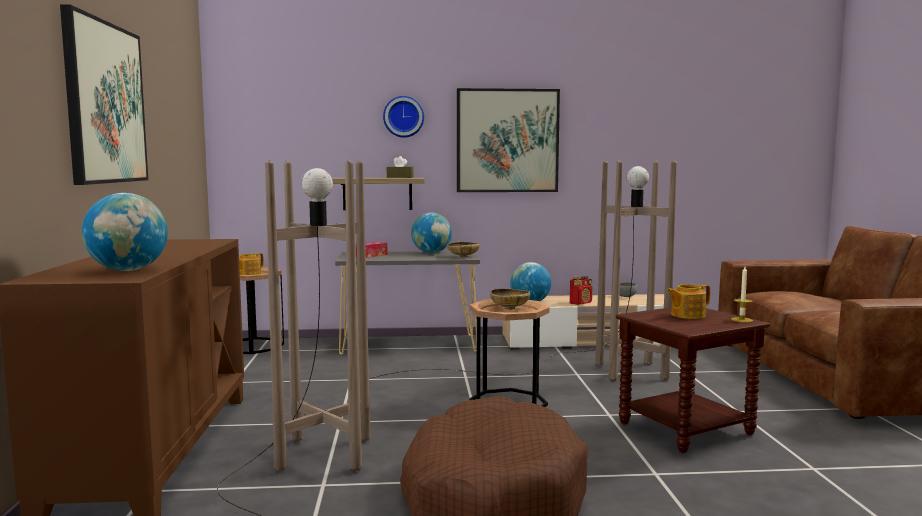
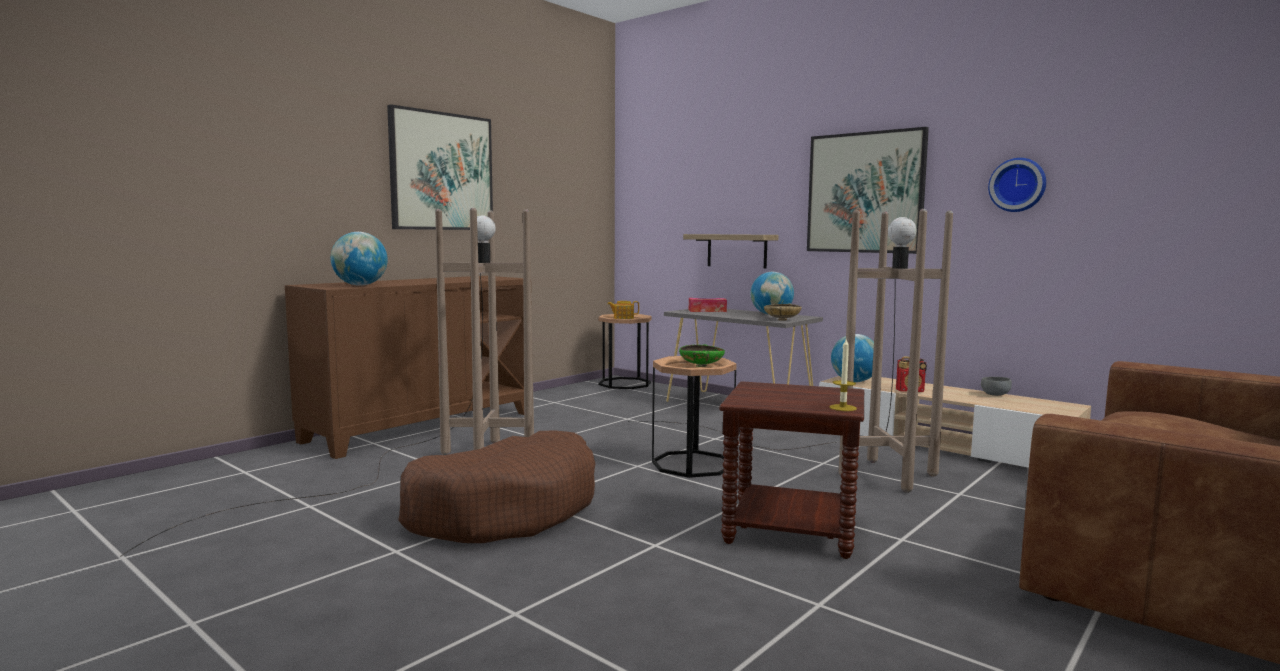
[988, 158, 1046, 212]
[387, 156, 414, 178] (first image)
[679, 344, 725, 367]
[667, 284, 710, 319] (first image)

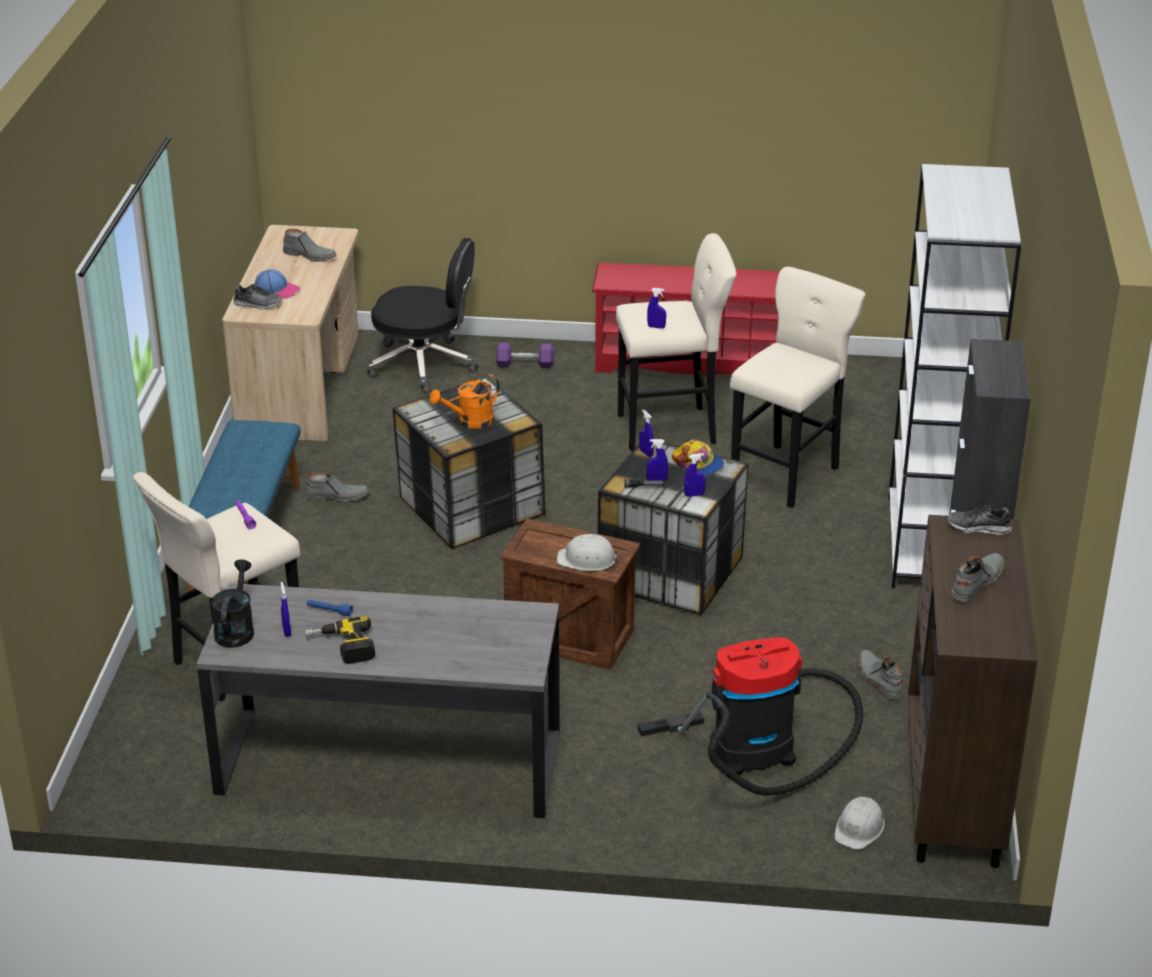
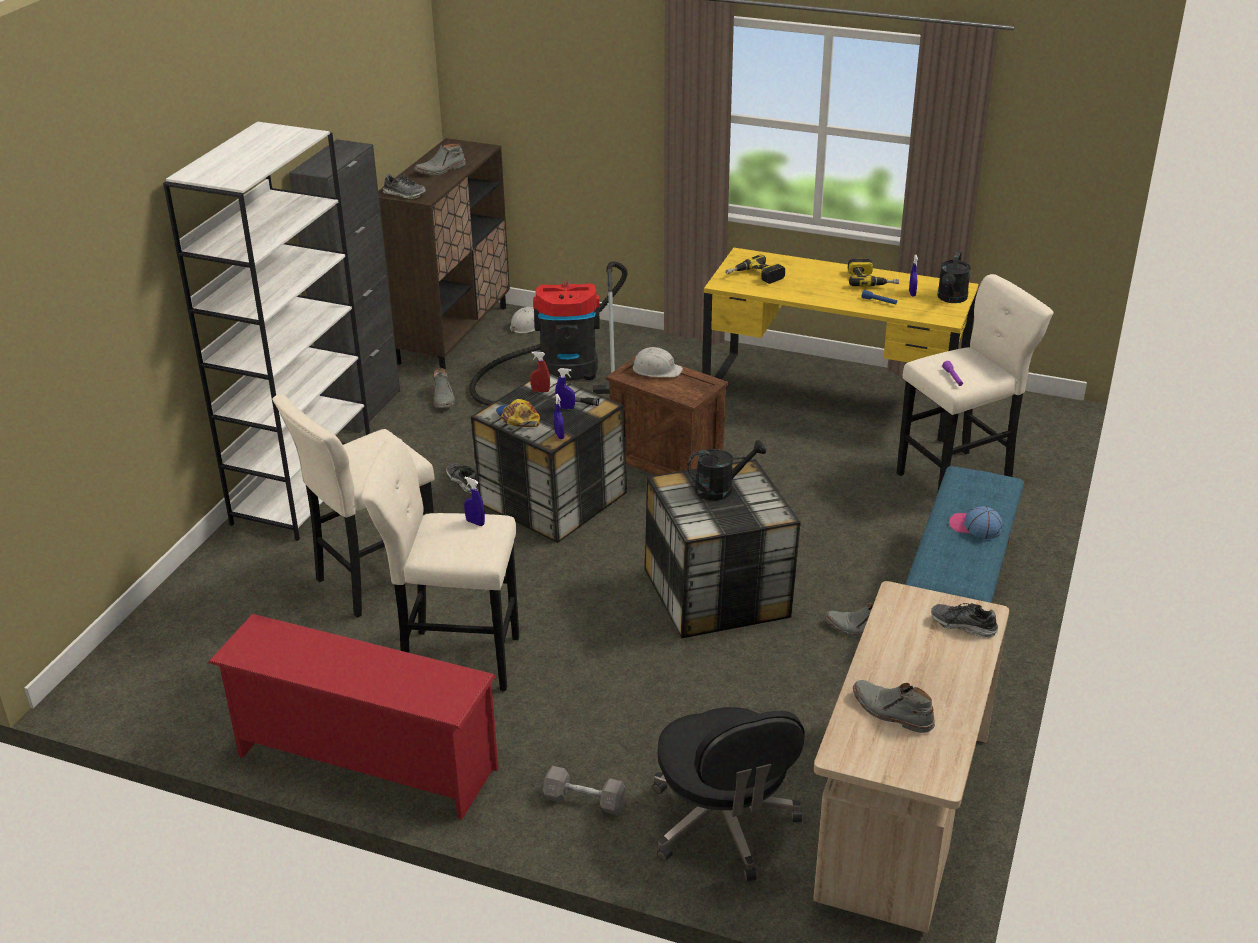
[702, 248, 978, 442]
[949, 506, 1003, 539]
[653, 707, 805, 882]
[687, 440, 766, 500]
[543, 766, 627, 815]
[530, 352, 550, 392]
[446, 463, 478, 493]
[725, 254, 785, 284]

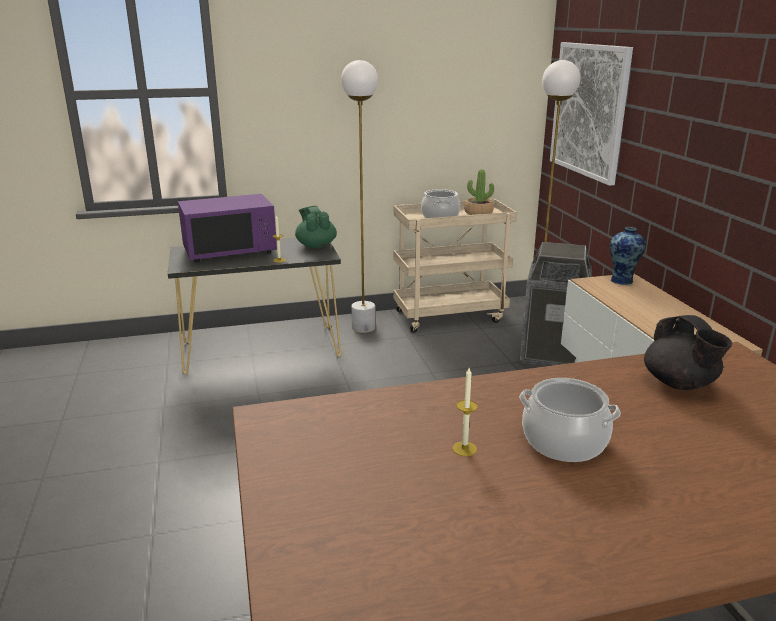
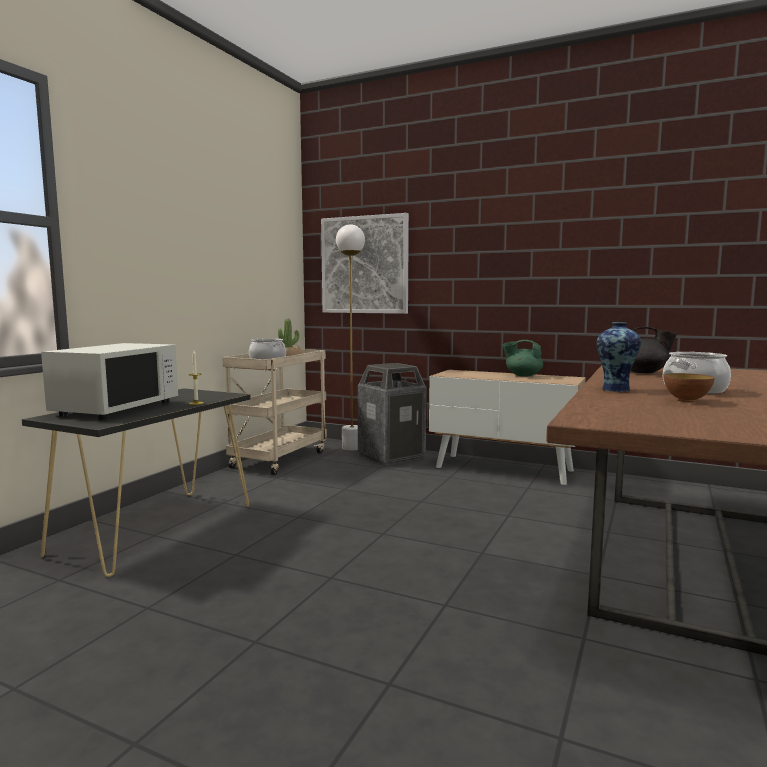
[41, 343, 178, 420]
[502, 340, 543, 377]
[341, 60, 378, 333] (first image)
[664, 373, 715, 402]
[596, 322, 641, 392]

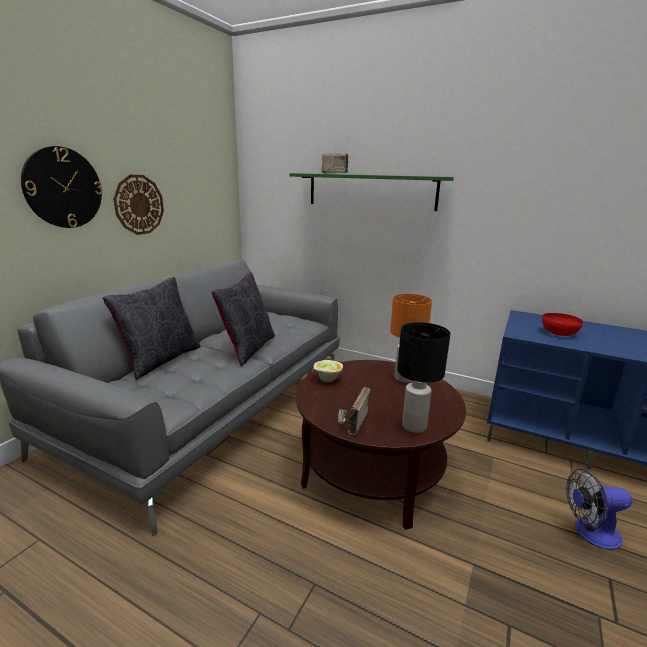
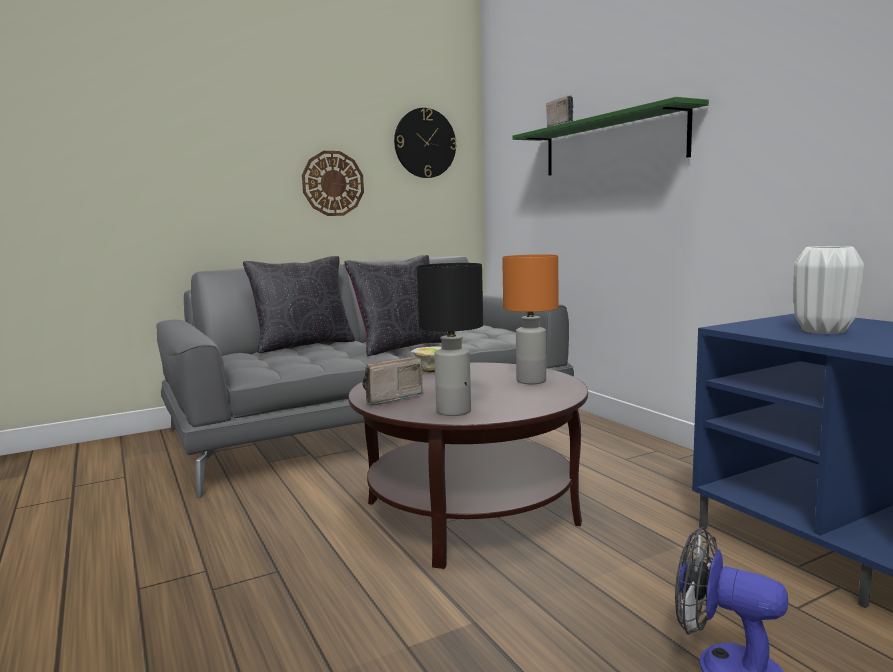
[394, 108, 457, 178]
[794, 246, 864, 334]

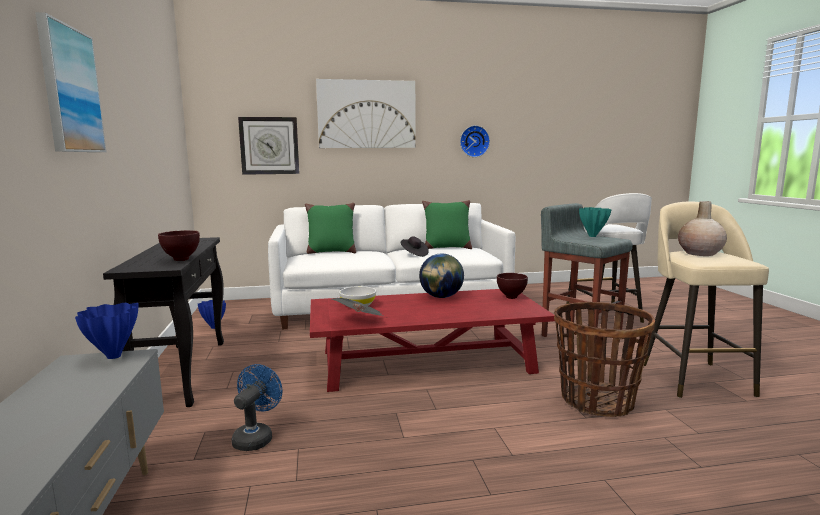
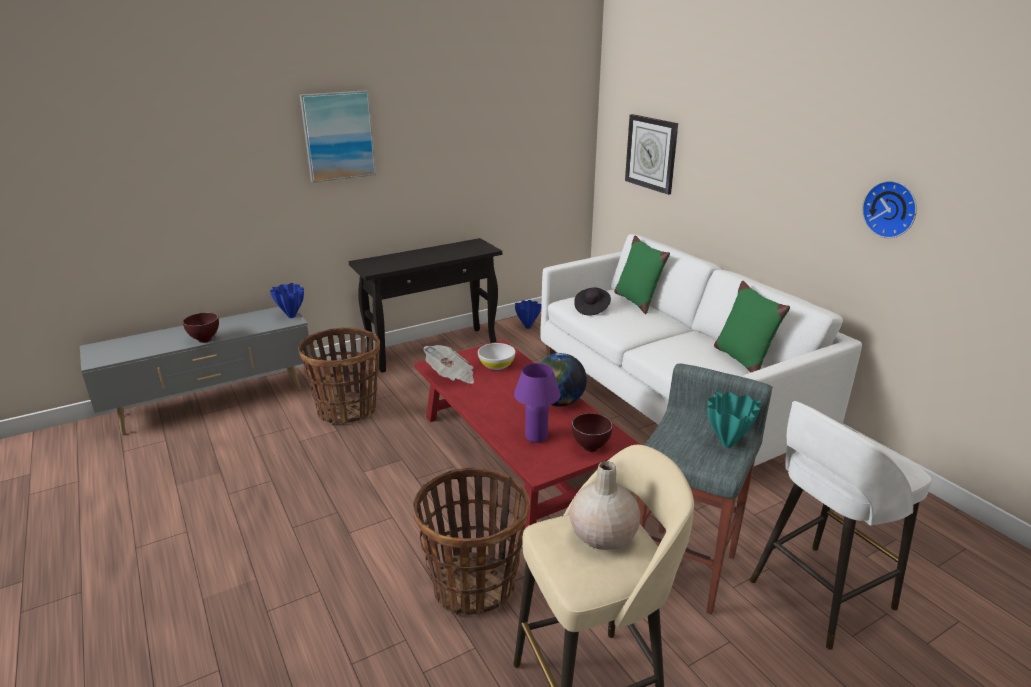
[183, 312, 219, 343]
[299, 328, 380, 424]
[316, 79, 416, 148] (first image)
[574, 288, 611, 316]
[514, 363, 561, 443]

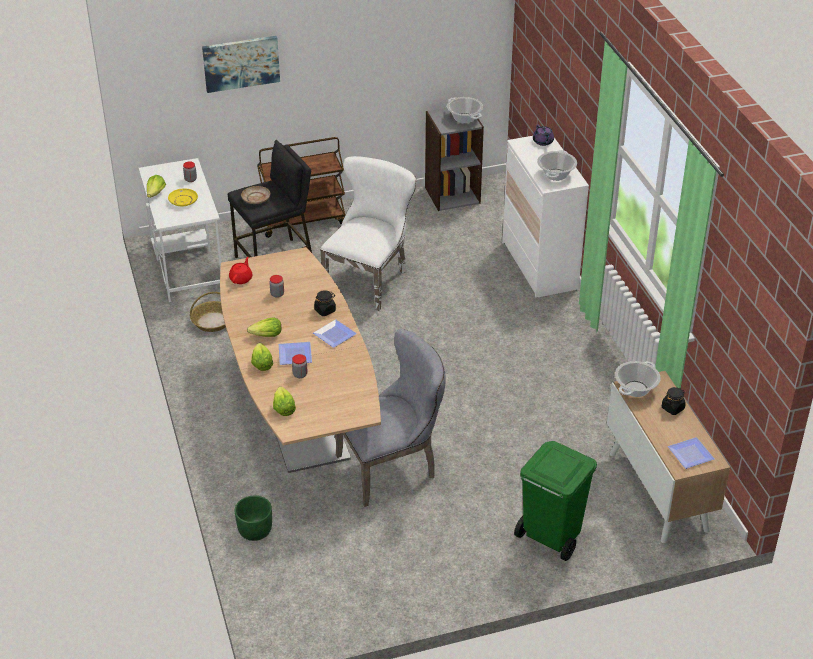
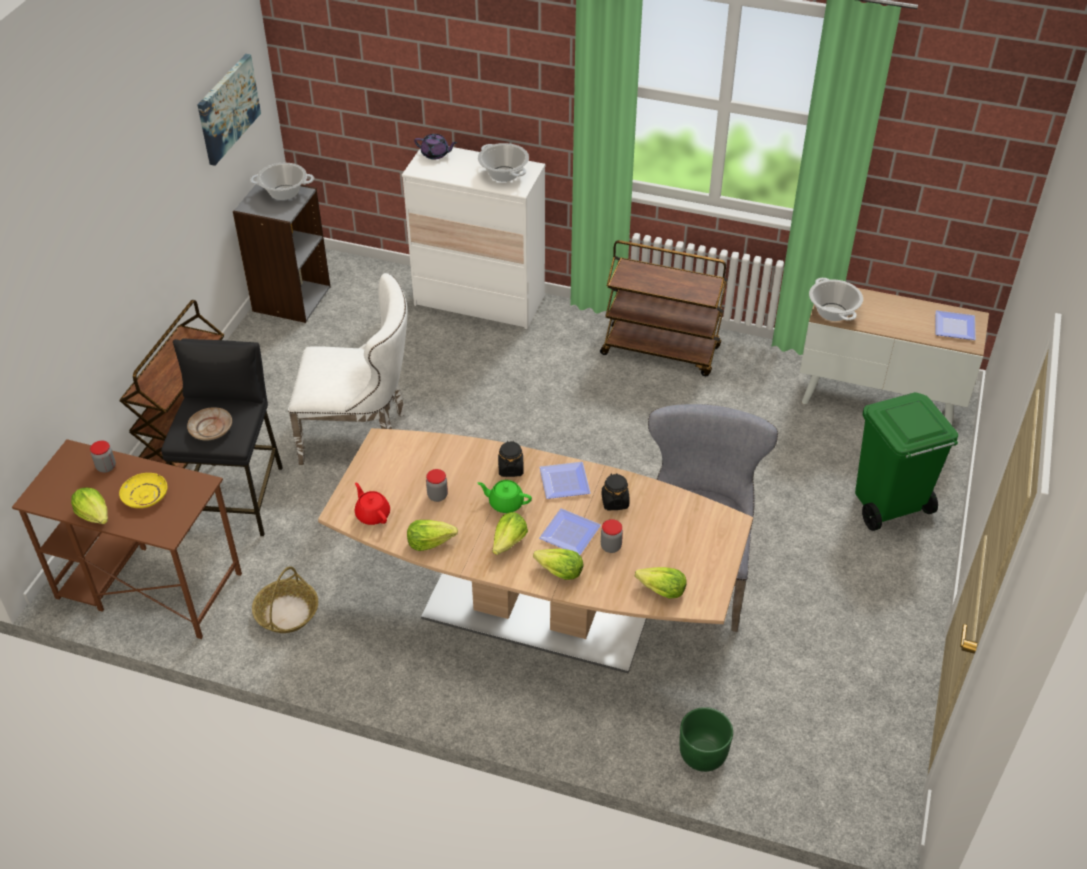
[12, 439, 242, 639]
[197, 54, 261, 166]
[288, 273, 407, 465]
[602, 473, 629, 510]
[407, 520, 458, 551]
[478, 480, 532, 513]
[600, 240, 728, 376]

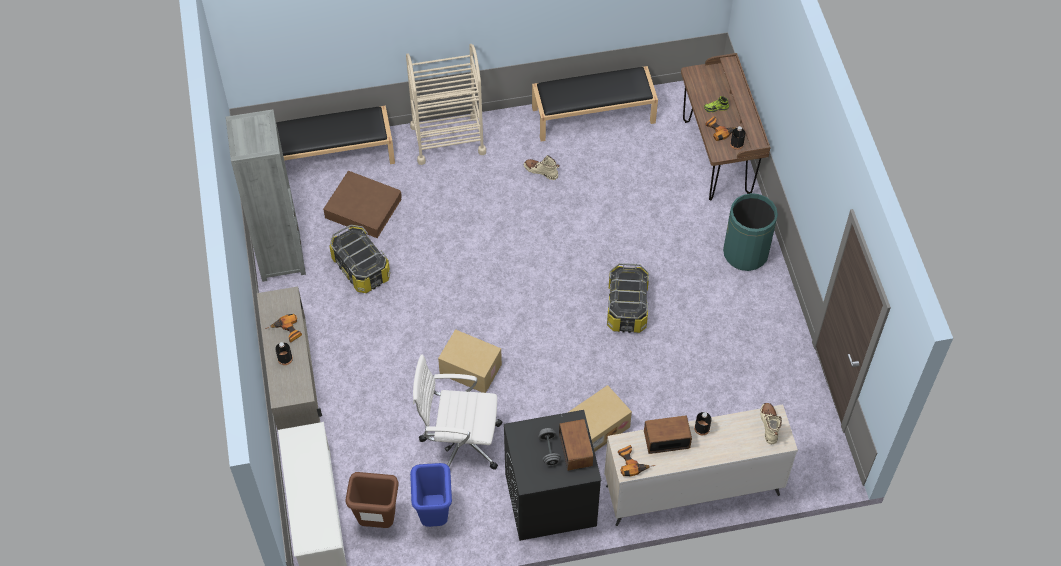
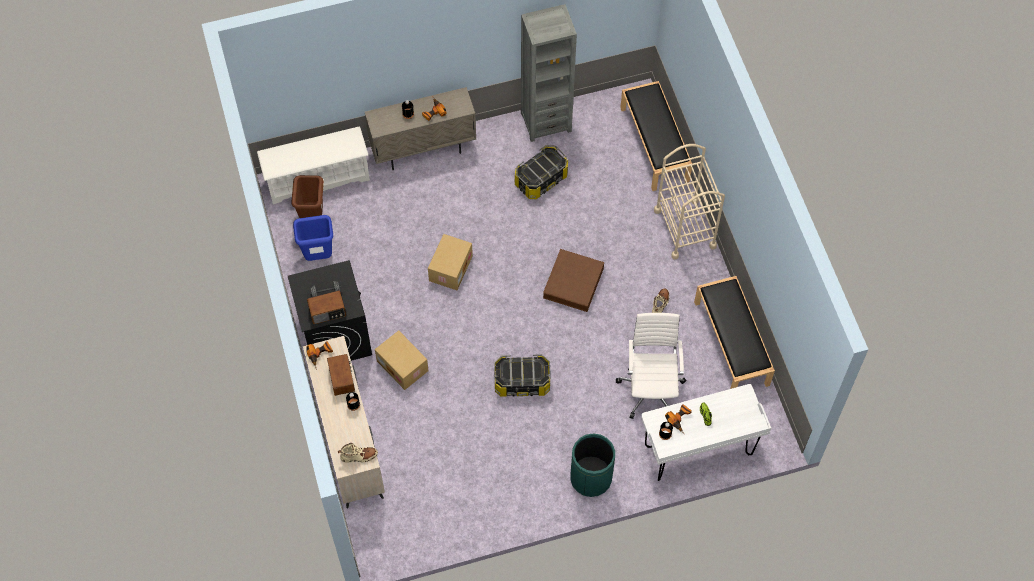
[543, 249, 604, 312]
[616, 313, 687, 419]
[641, 384, 771, 481]

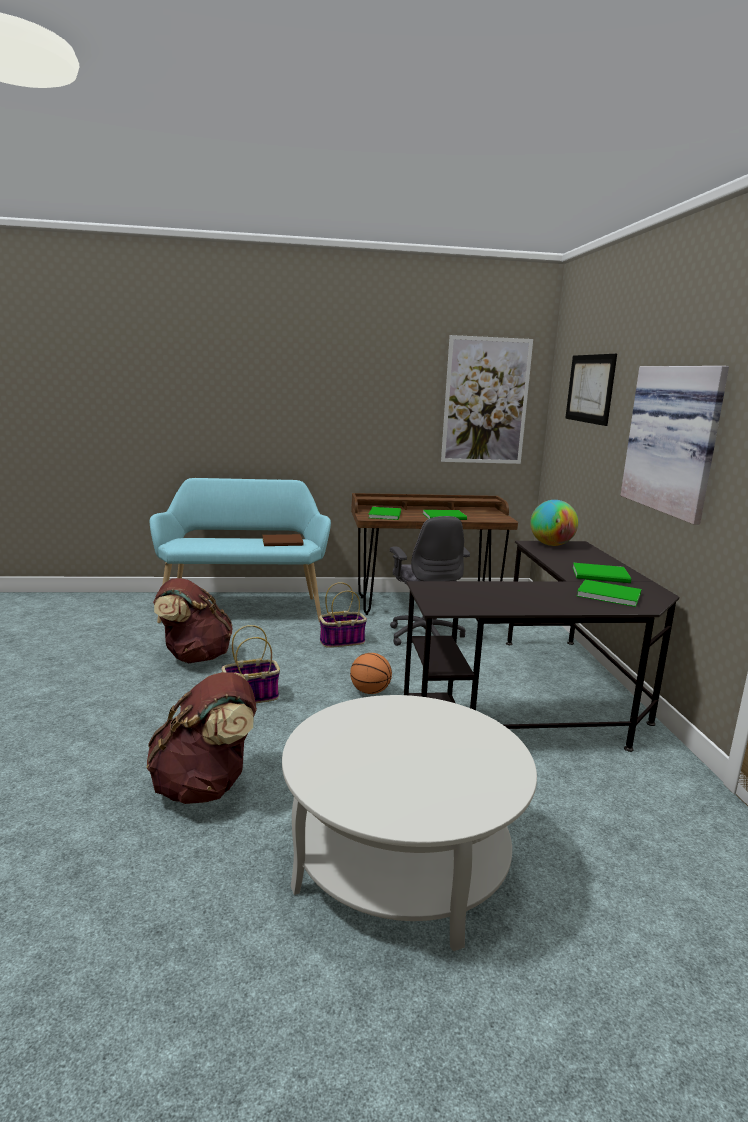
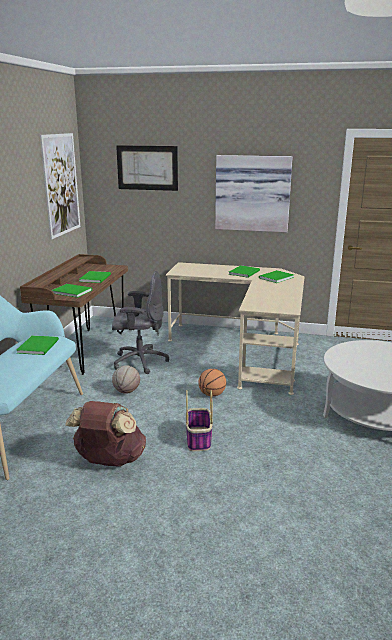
[146, 672, 257, 804] (first image)
[17, 336, 59, 355]
[112, 366, 140, 394]
[166, 262, 304, 395]
[530, 500, 578, 546] (first image)

